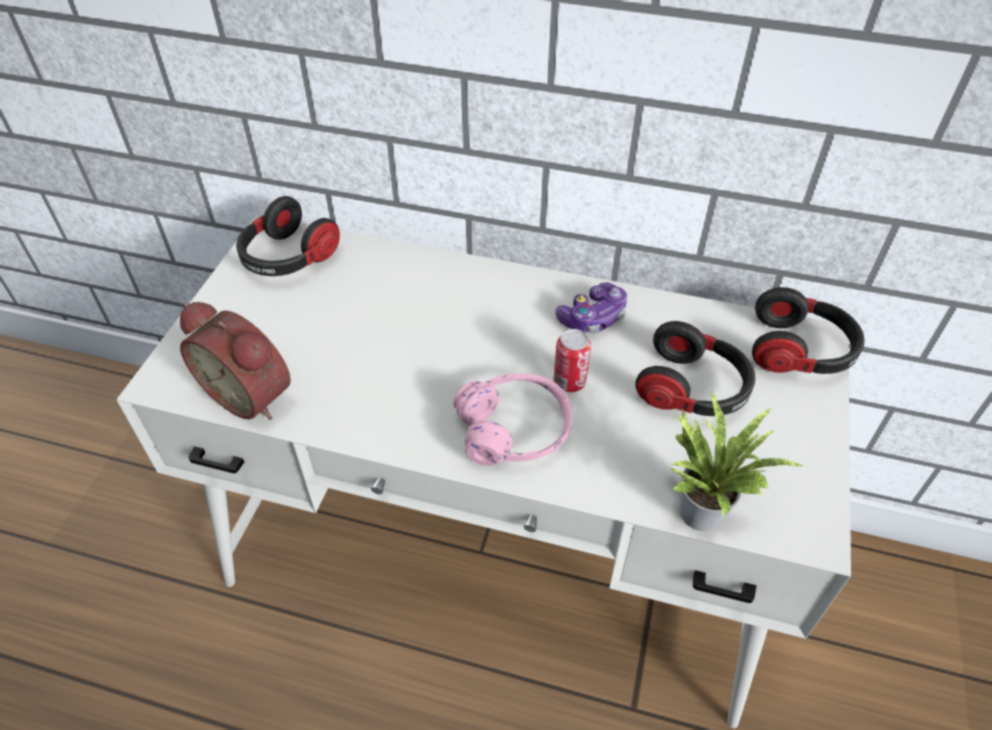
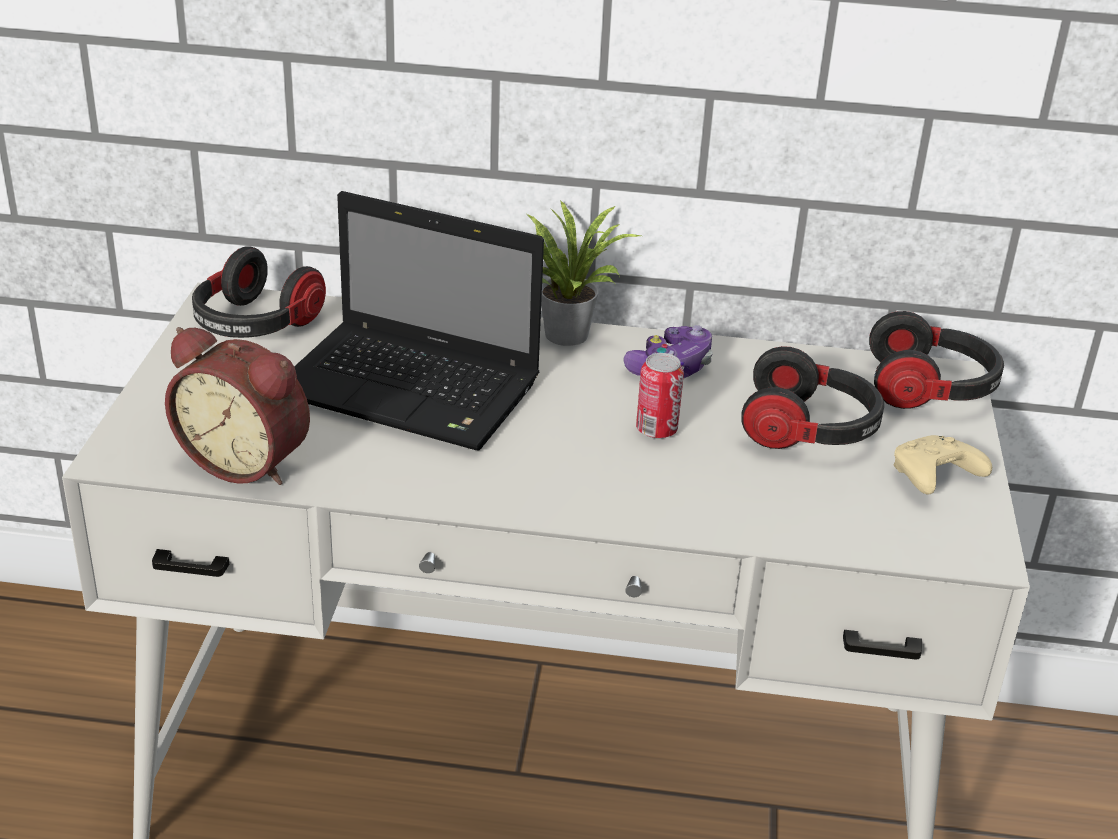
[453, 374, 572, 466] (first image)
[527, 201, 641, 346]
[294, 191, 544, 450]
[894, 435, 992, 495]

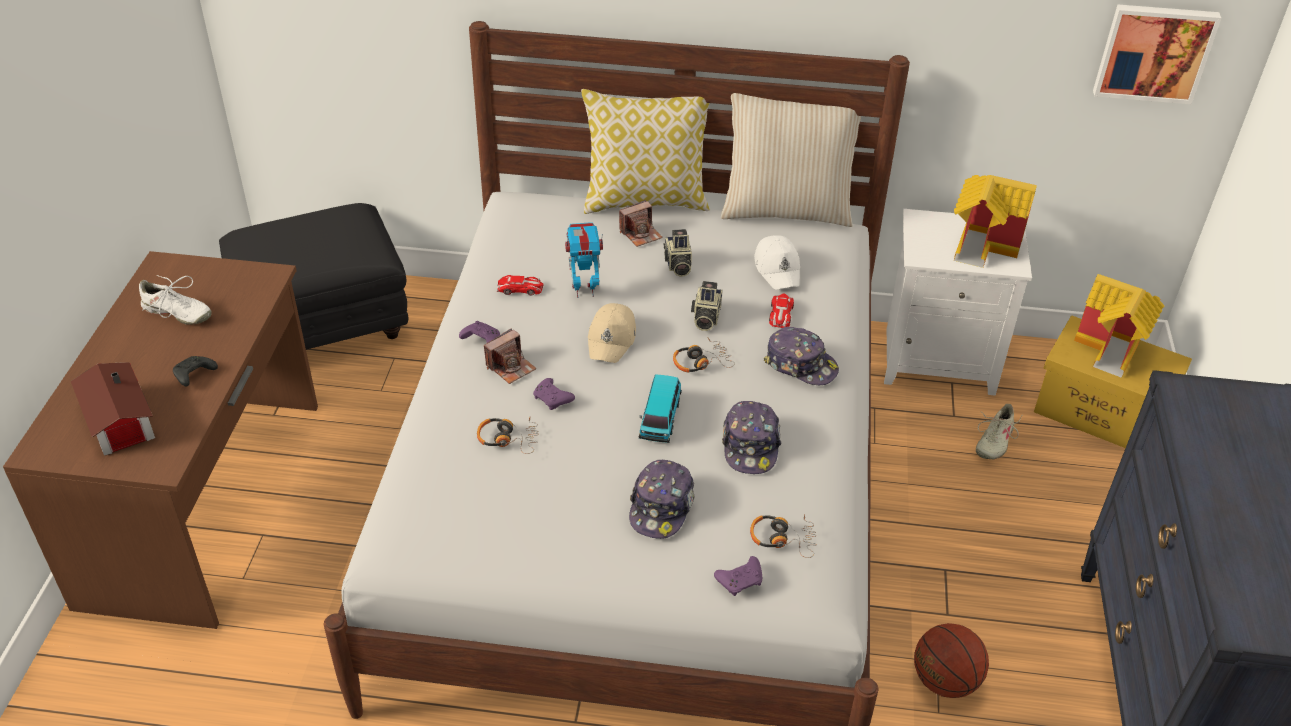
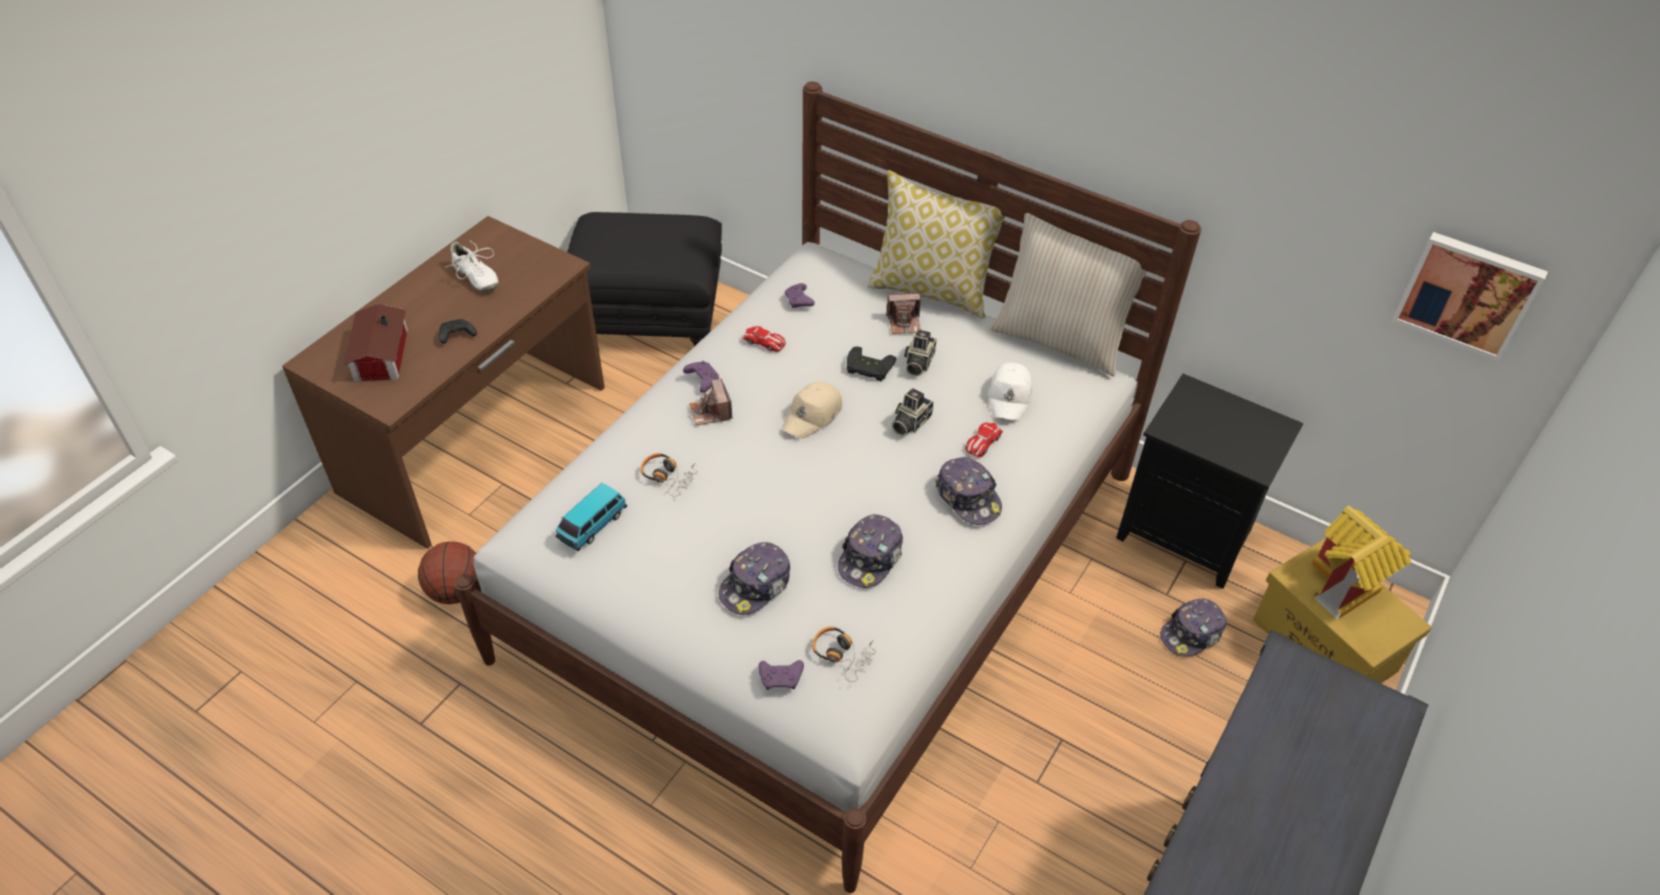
[689, 379, 733, 426]
[785, 283, 815, 308]
[565, 222, 603, 298] (first image)
[556, 483, 627, 551]
[673, 338, 735, 373] (first image)
[1116, 374, 1303, 589]
[418, 541, 476, 604]
[954, 175, 1037, 268] (first image)
[1160, 599, 1226, 657]
[847, 346, 896, 381]

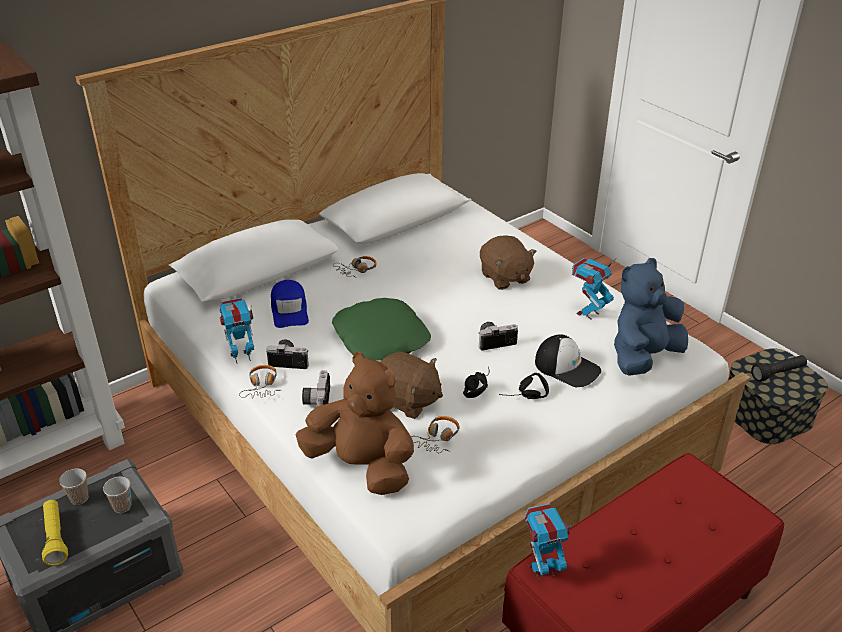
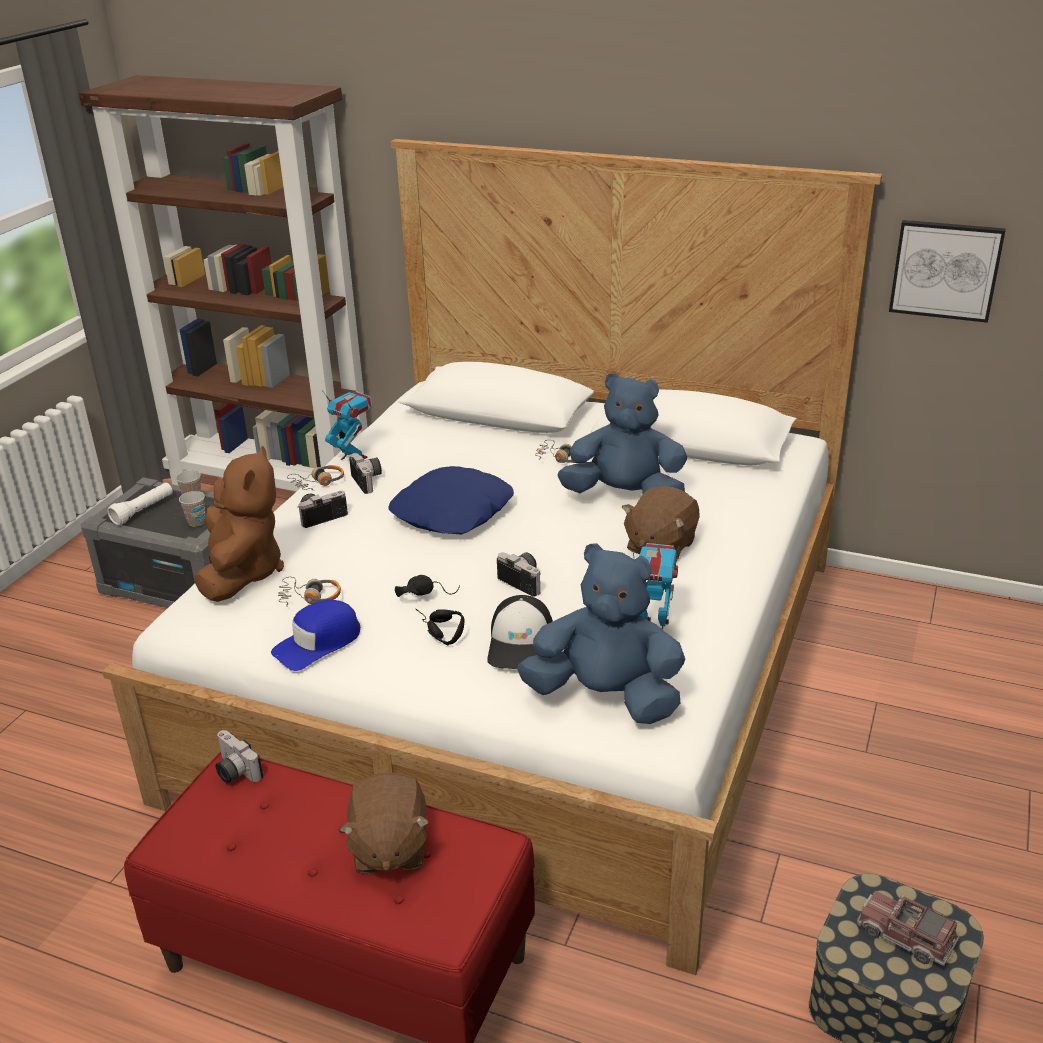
[107, 483, 173, 525]
[271, 600, 361, 671]
[388, 466, 514, 535]
[339, 773, 429, 874]
[216, 730, 263, 784]
[857, 891, 959, 966]
[557, 373, 687, 494]
[889, 220, 1006, 323]

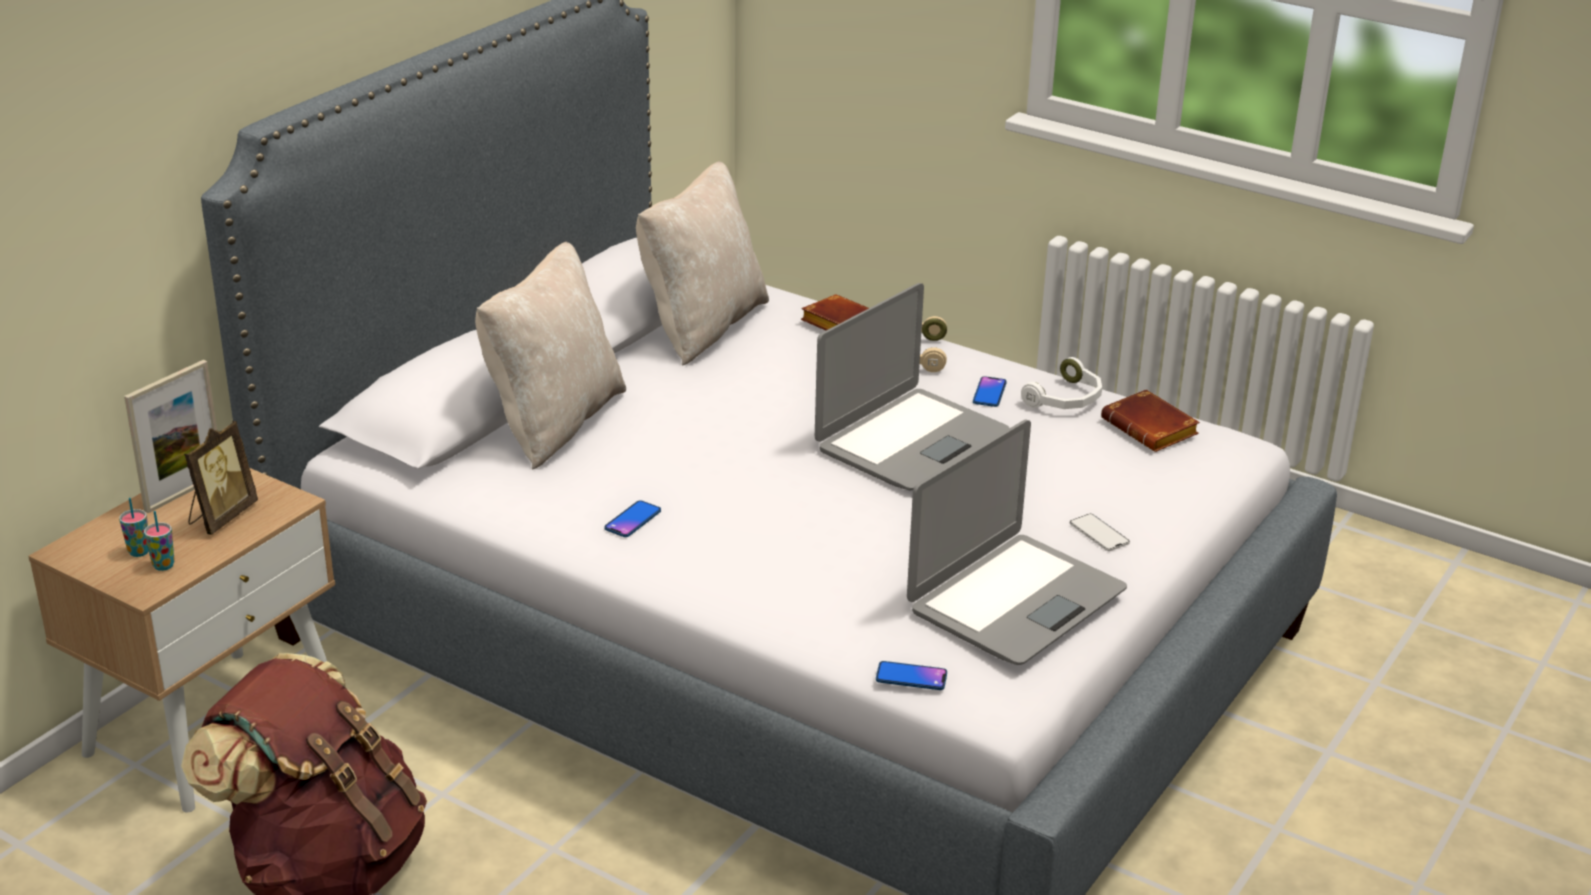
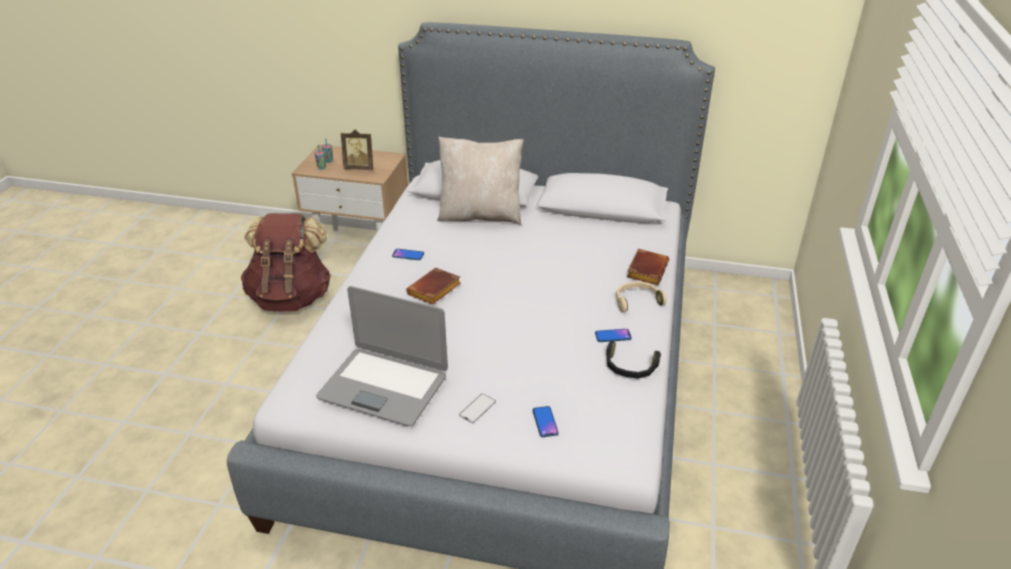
[124, 360, 218, 513] (first image)
[636, 161, 769, 365] (first image)
[815, 283, 1009, 490] (first image)
[532, 406, 559, 437]
[606, 341, 661, 379]
[406, 268, 461, 305]

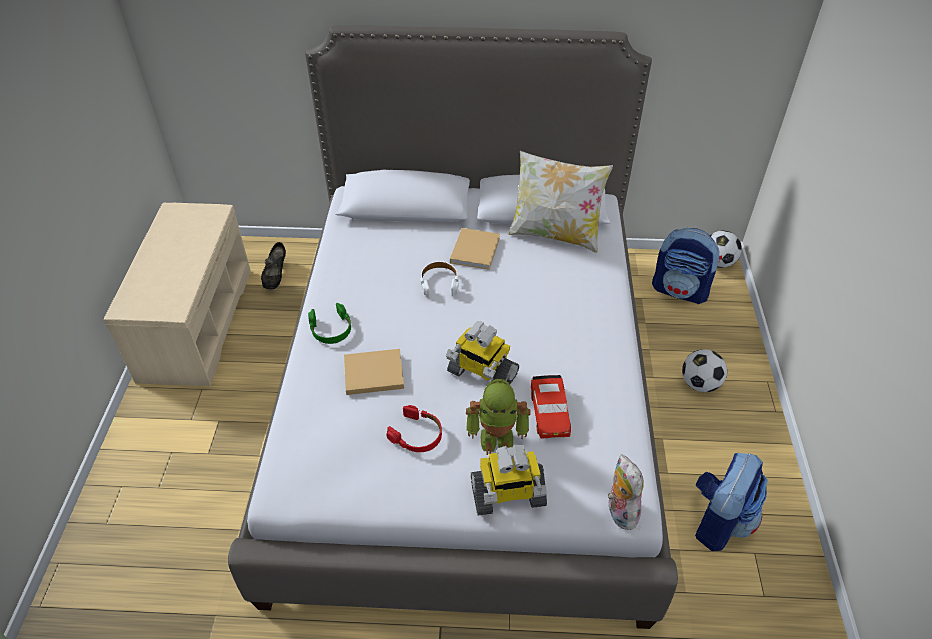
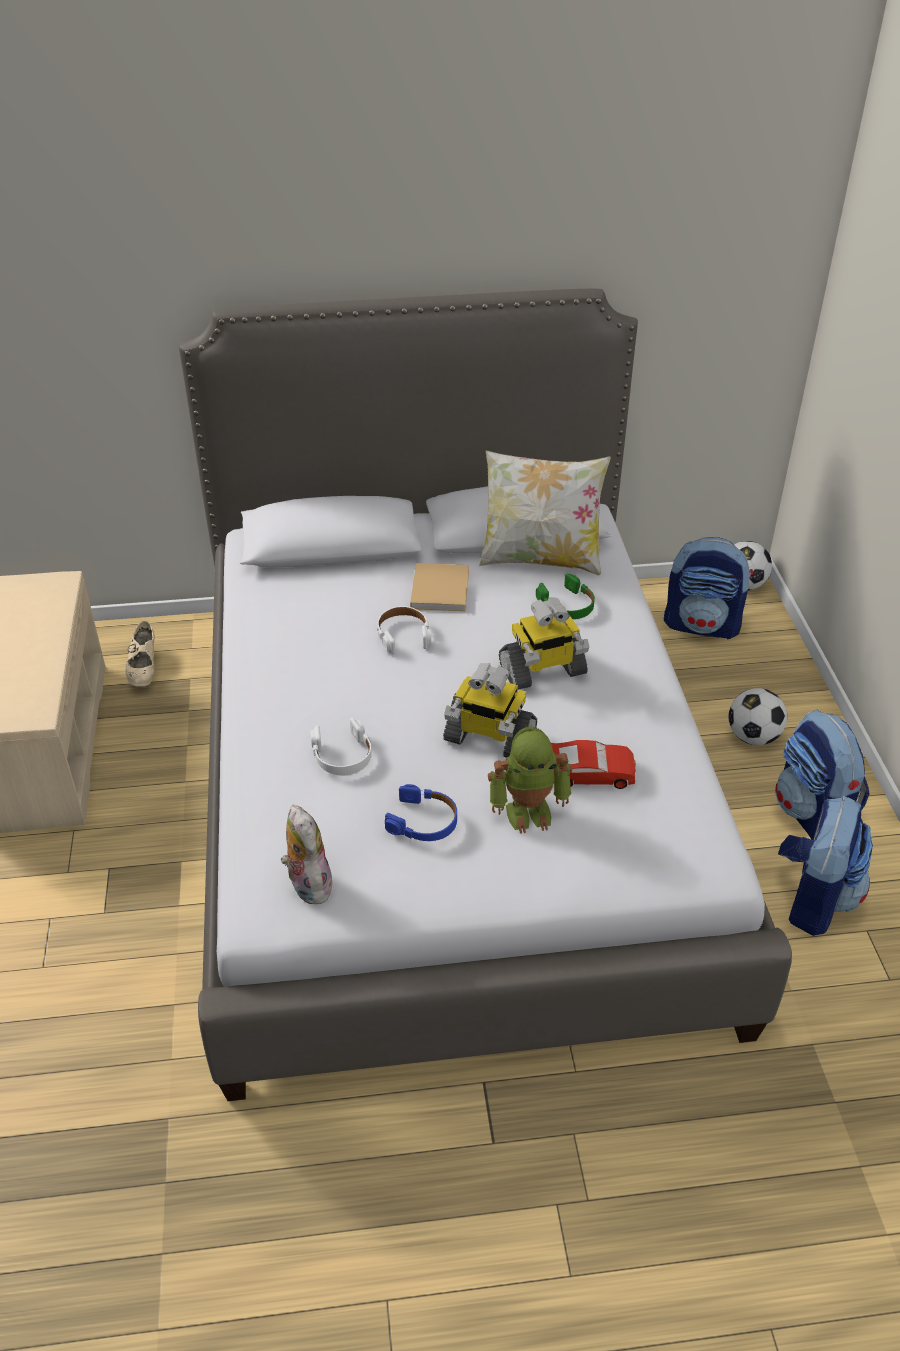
[125, 621, 155, 687]
[536, 573, 595, 619]
[311, 718, 372, 775]
[385, 784, 457, 841]
[499, 597, 589, 690]
[551, 740, 636, 789]
[281, 805, 332, 904]
[775, 710, 869, 840]

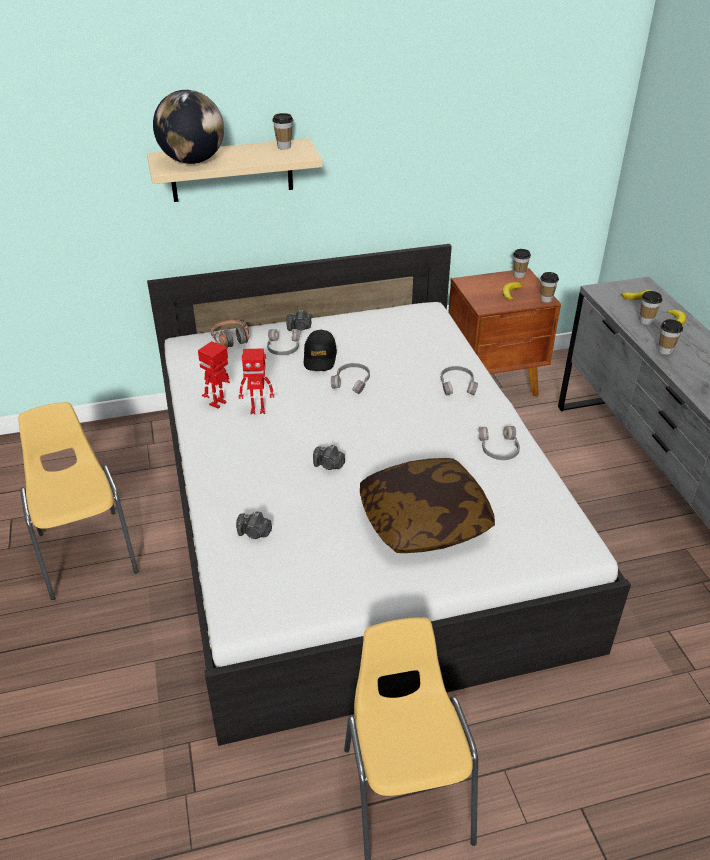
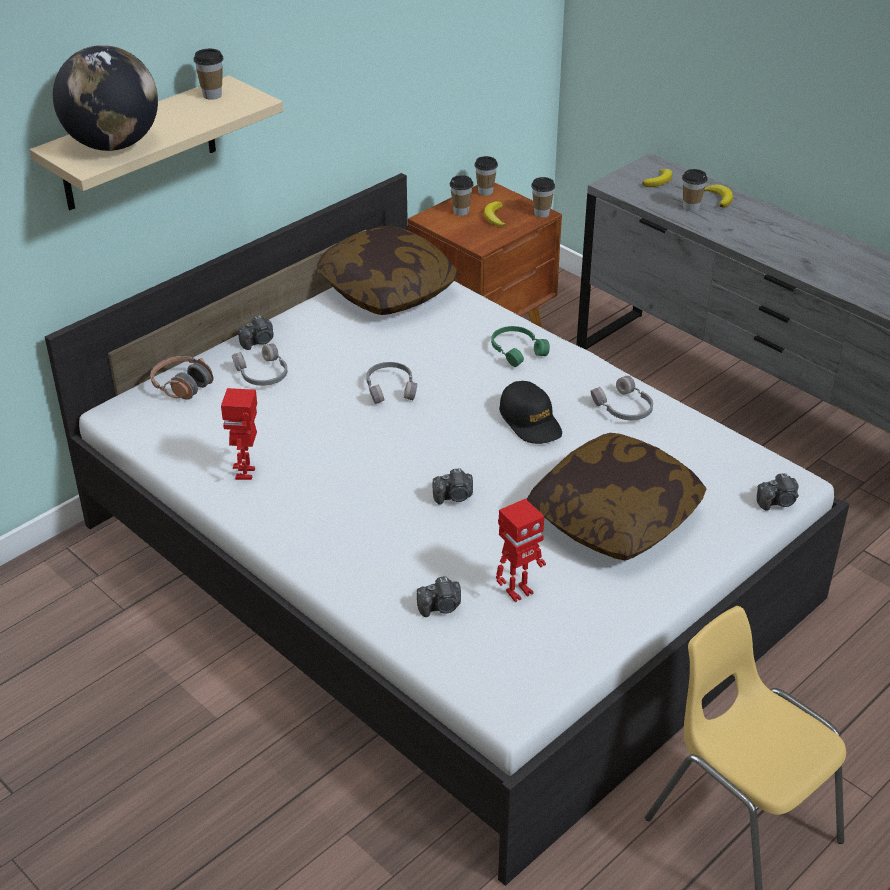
[18, 402, 138, 600] (first image)
[496, 498, 546, 602]
[499, 381, 562, 444]
[491, 326, 550, 367]
[450, 175, 474, 216]
[317, 226, 459, 315]
[757, 473, 799, 511]

